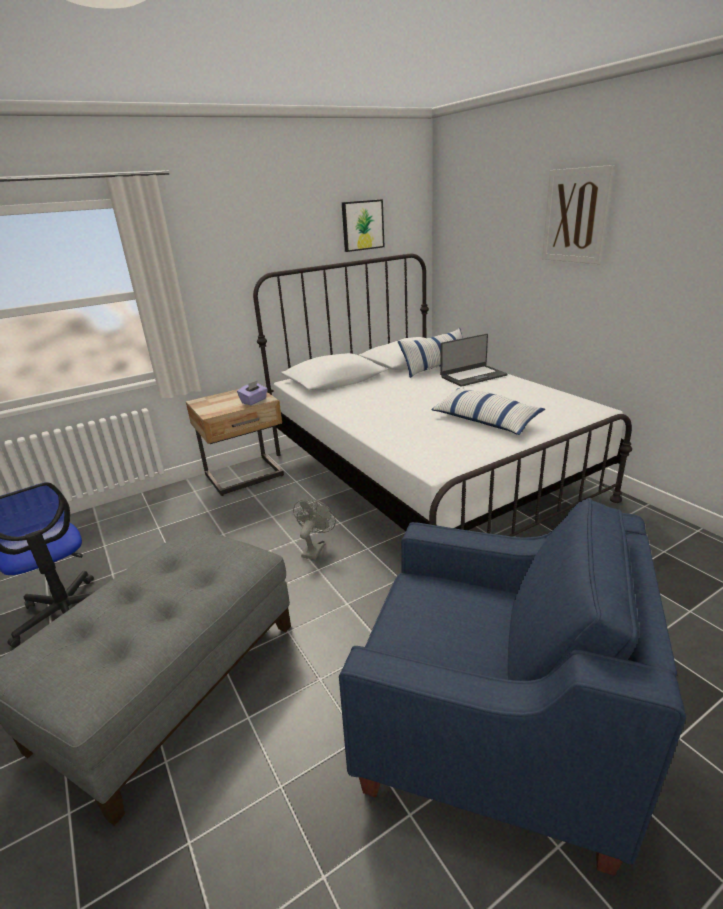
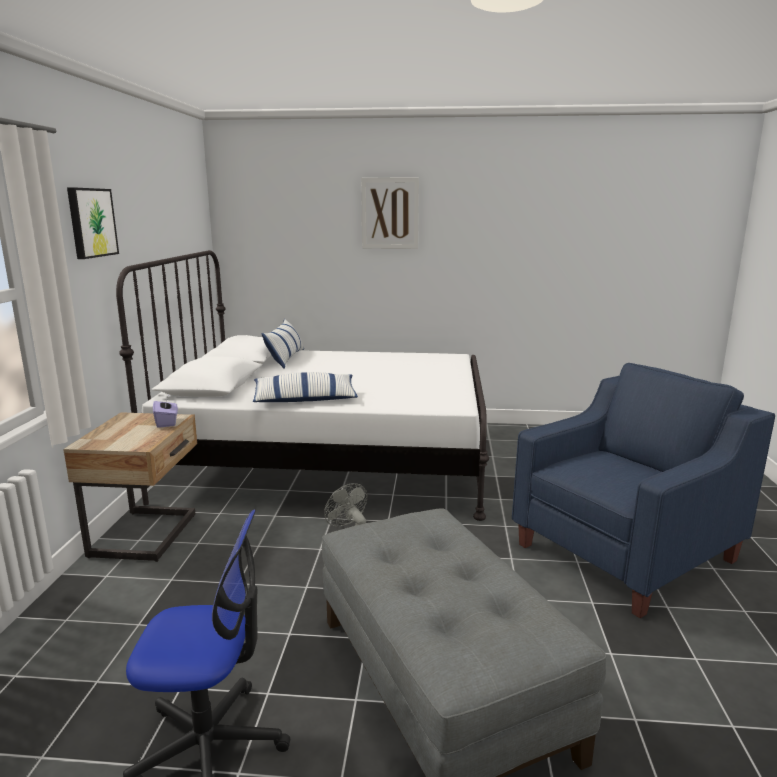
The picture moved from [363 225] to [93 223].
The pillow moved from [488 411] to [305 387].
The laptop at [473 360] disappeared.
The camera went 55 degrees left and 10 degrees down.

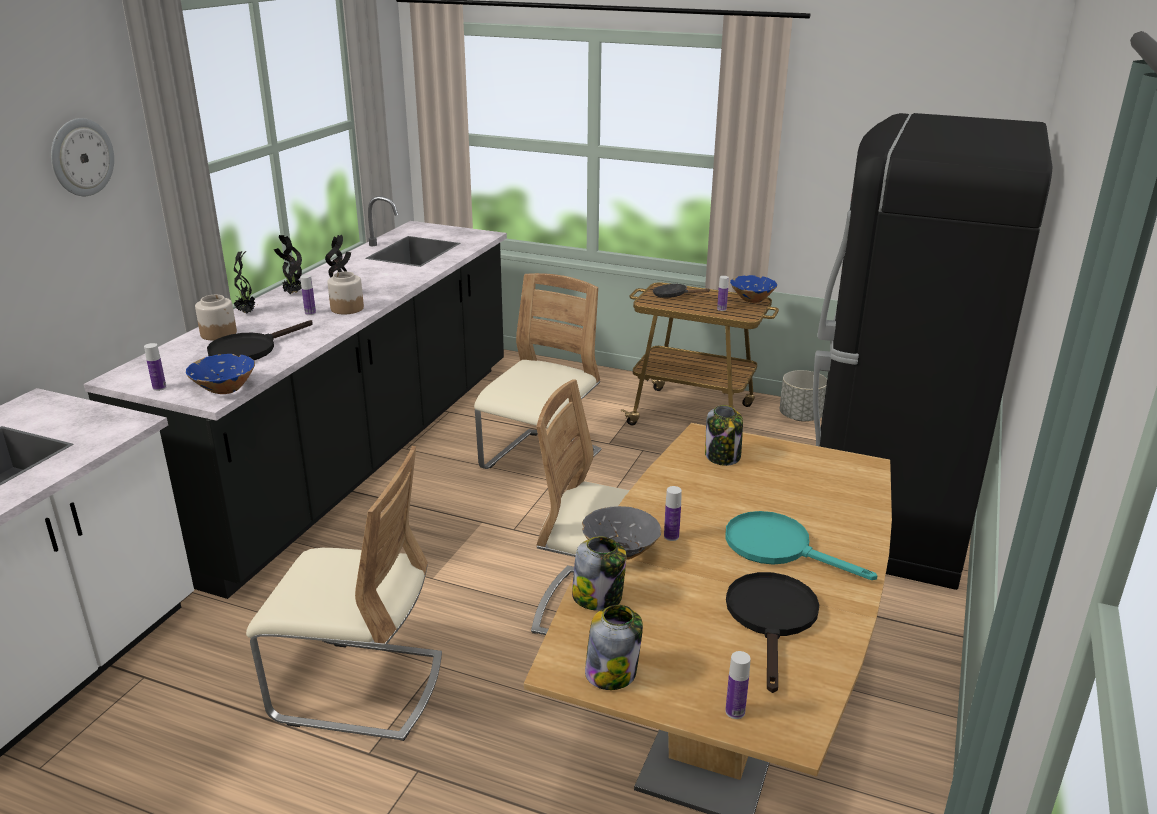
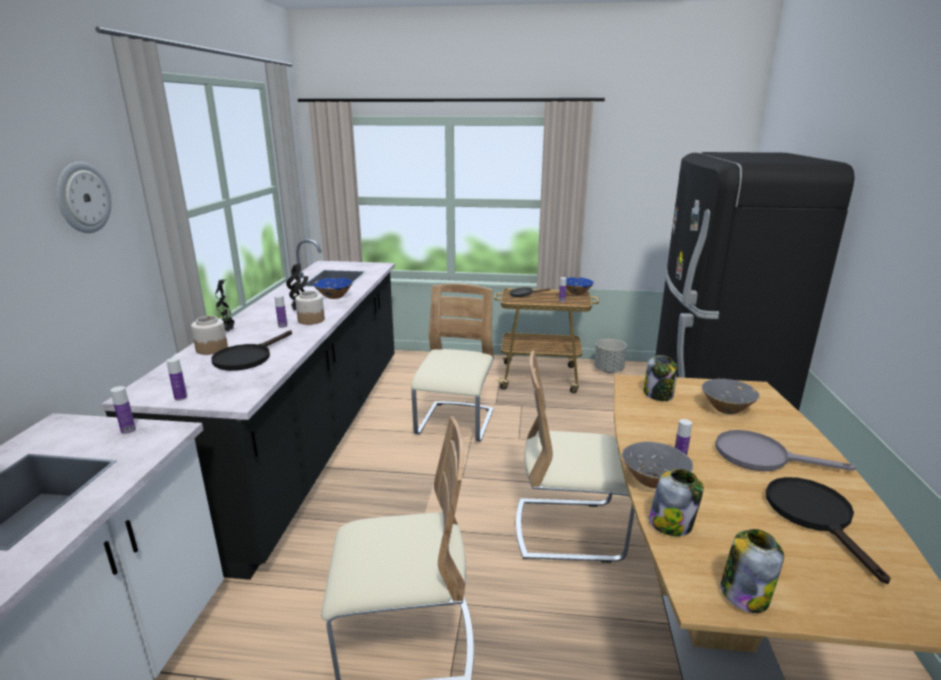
The bottle moved from [738 685] to [123 410].
The bowl (blue) moved from [220 374] to [332 288].
The bowl (grey) at [731 396] appeared.
The frying pan (turquoise) at [801 545] became the frying pan (grey) at [785 450].
The potted plant at [288 264] disappeared.
The camera went 15 degrees left and 5 degrees down.

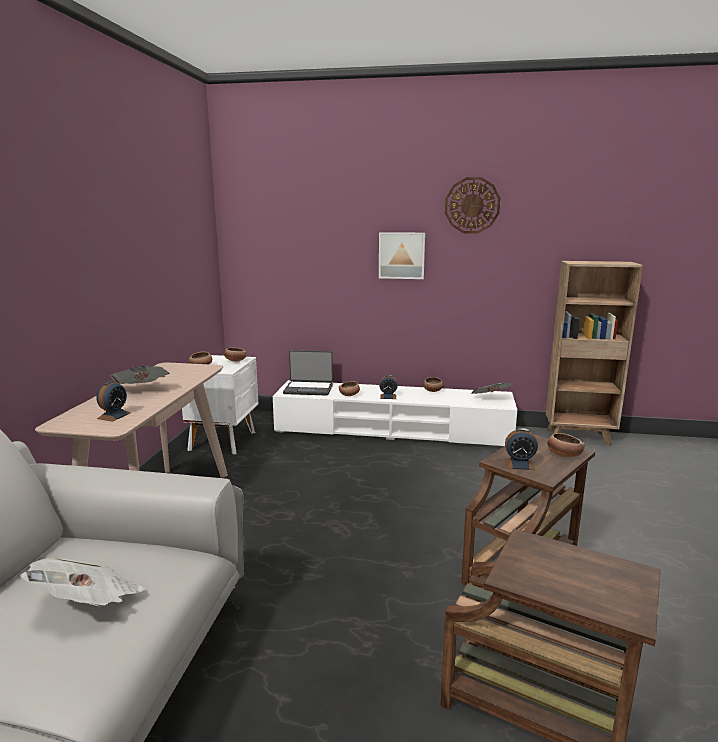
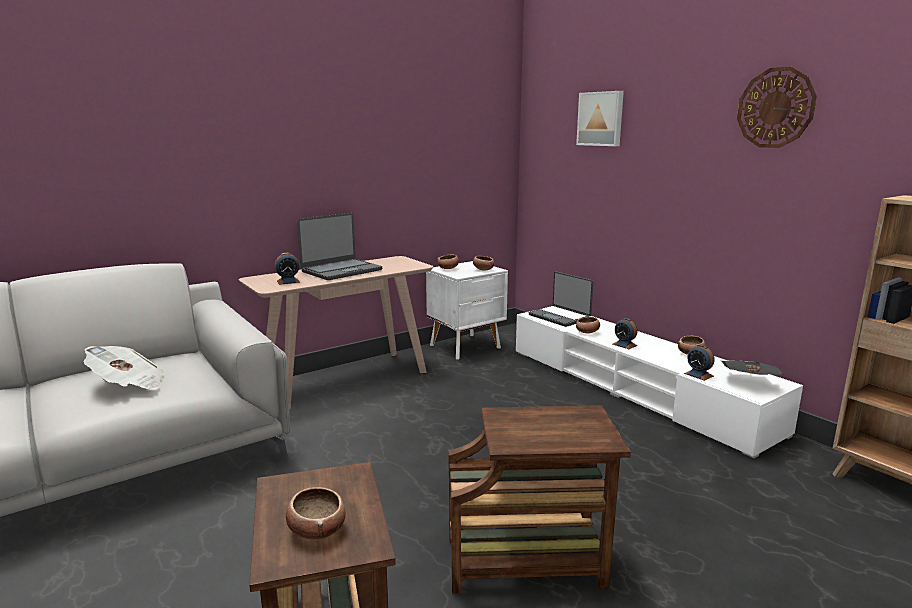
The bowl moved from [566 445] to [316 513].
The newspaper at [139 375] was replaced by the laptop at [339 246].
The picture moved from [402 255] to [600 118].
The alarm clock moved from [521 449] to [699 362].
The camera went 45 degrees right and 0 degrees up.

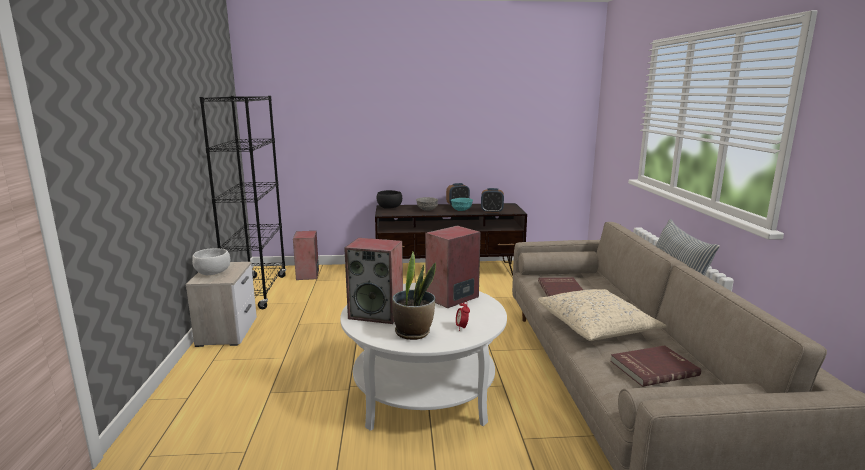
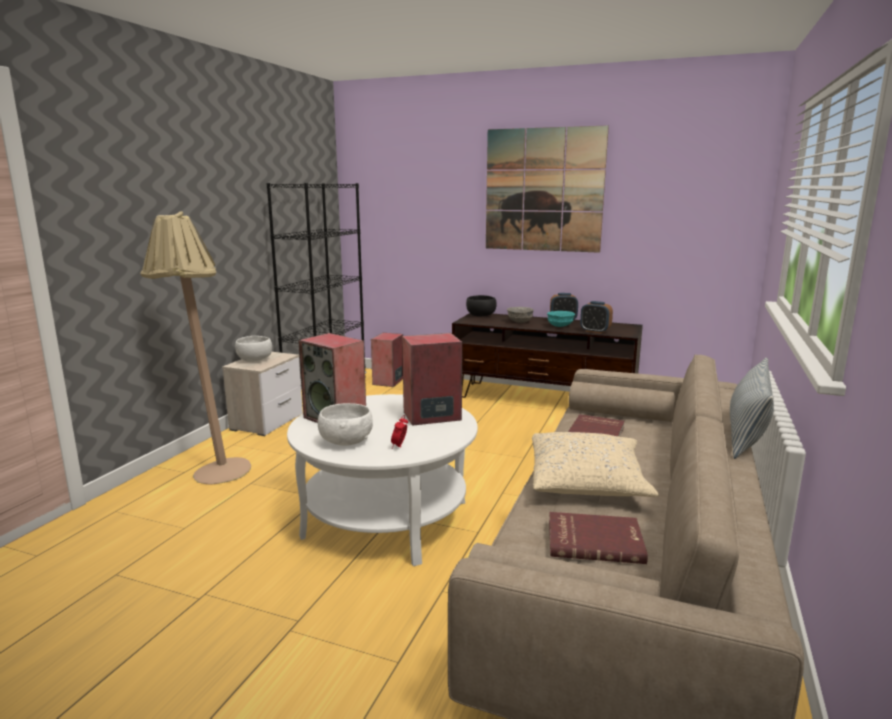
The floor lamp (beige) at [195 347] appeared.
The potted plant at [414 296] was replaced by the bowl (white) at [345 424].
The picture at [547 189] appeared.
The camera went 25 degrees right and 0 degrees up.

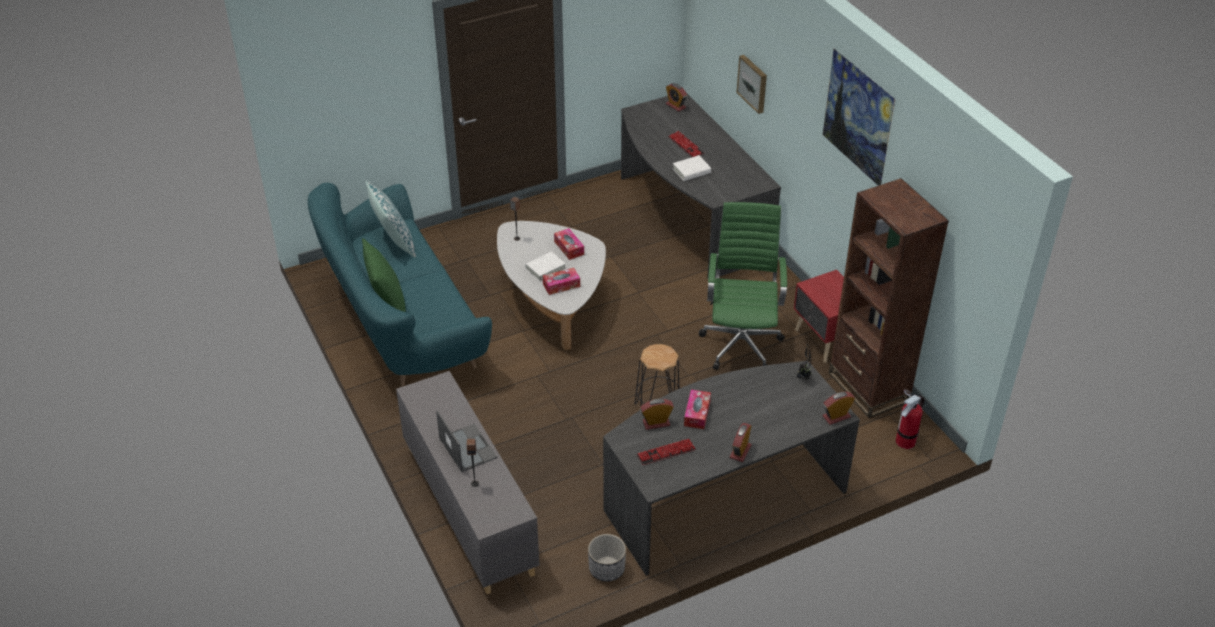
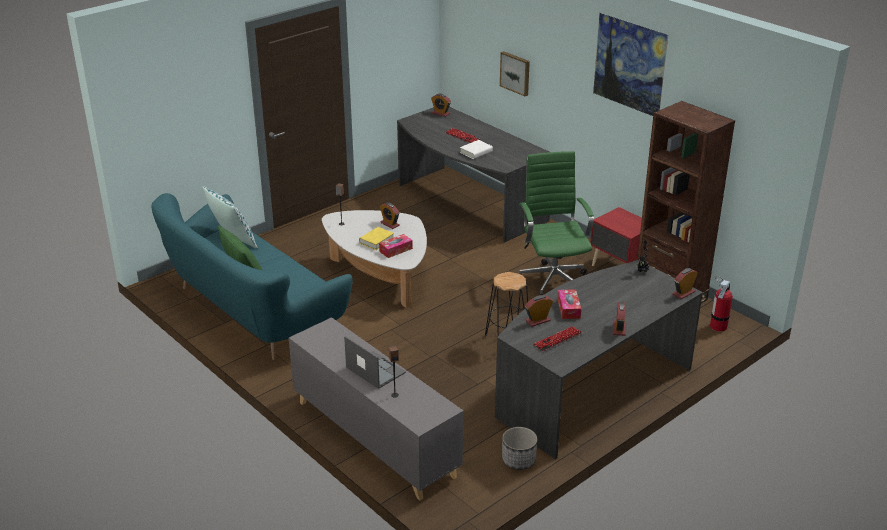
The book (white) at [545 267] became the book (yellow) at [376 238].
The tissue box at [569 244] was replaced by the alarm clock at [390 215].
The camera went 15 degrees left and 10 degrees down.

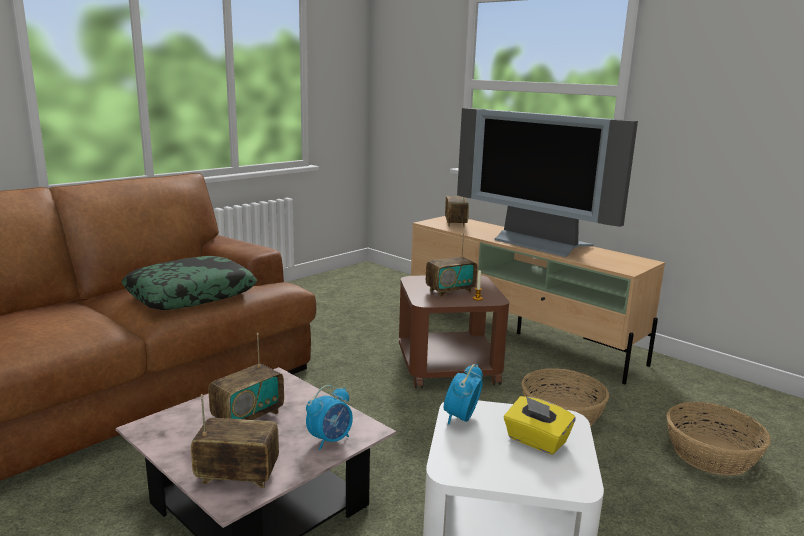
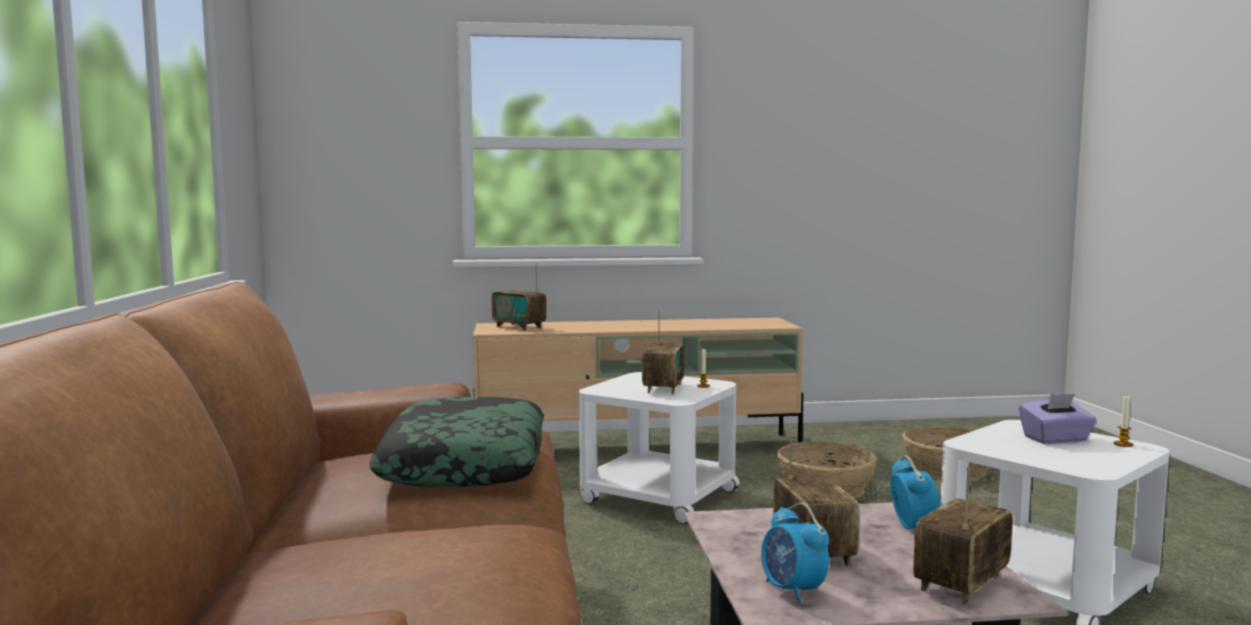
The side table (brown) at [454 332] became the side table (white) at [659 448].
The alarm clock moved from [463 394] to [795 553].
The tissue box (yellow) at [539 425] became the tissue box (purple) at [1057 419].
The candle at [1123 421] appeared.
The television at [547 182] disappeared.
The camera went 50 degrees left and 10 degrees down.

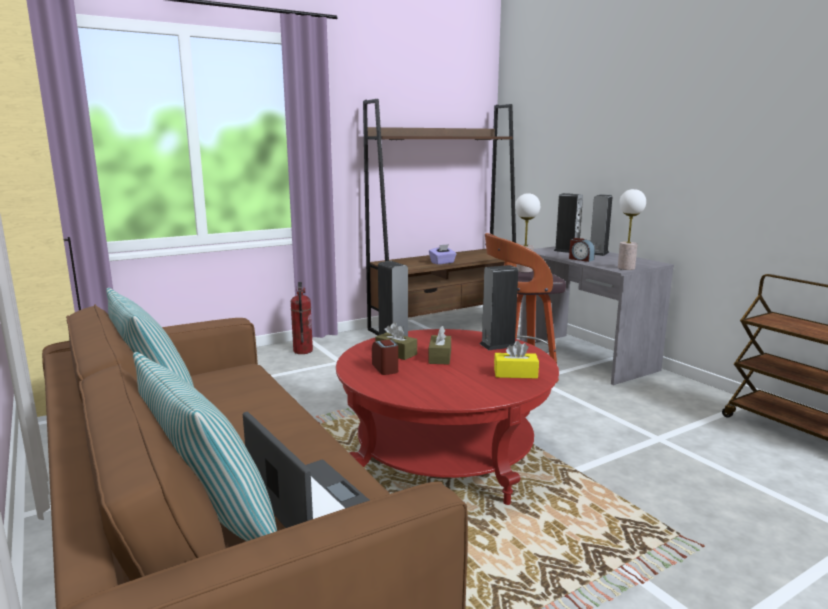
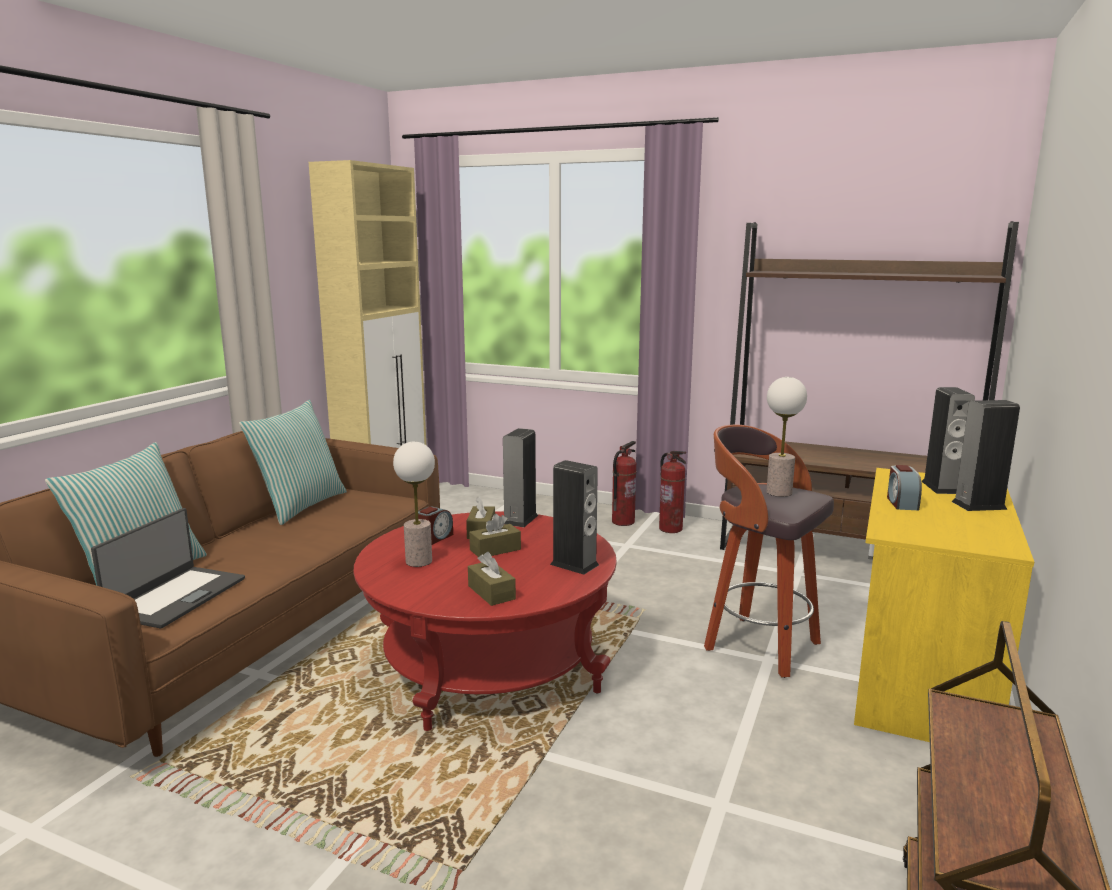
The table lamp moved from [632 229] to [414 504].
The tissue box (yellow) at [516 360] became the tissue box (brown) at [492 579].
The fire extinguisher at [672 492] appeared.
The desk (grey) at [597 315] became the desk (yellow) at [944 605].
The tissue box (purple) at [442 254] disappeared.
The camera went 55 degrees right and 0 degrees up.

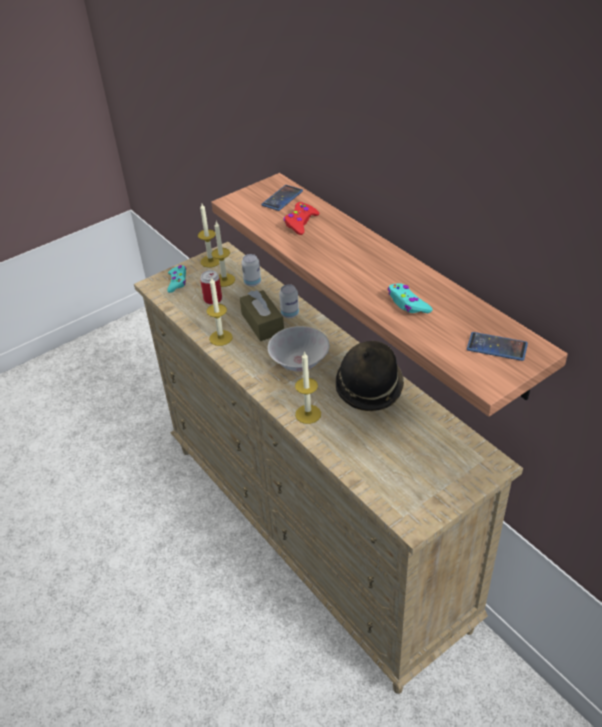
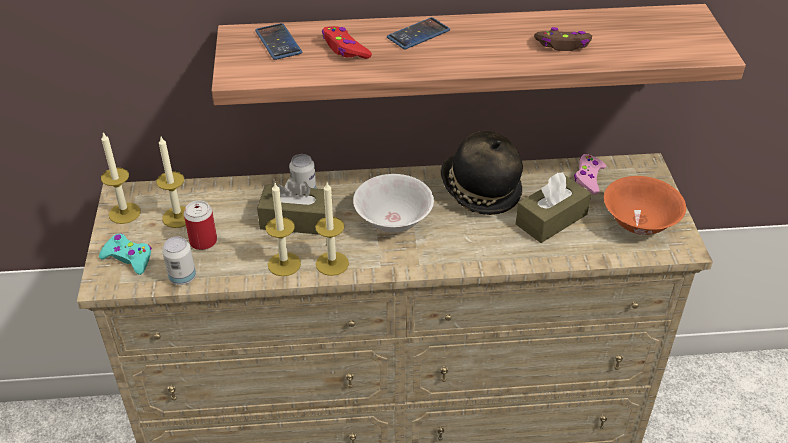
The can moved from [251 270] to [179 260].
The candle moved from [308 387] to [332 229].
The phone moved from [497 346] to [418 33].
The tissue box (brown) at [553 207] appeared.
The game controller (turquoise) at [410 298] became the game controller (brown) at [563 39].
The game controller (pink) at [590 174] appeared.
The bowl (orange) at [645 205] appeared.
The camera went 60 degrees left and 0 degrees up.

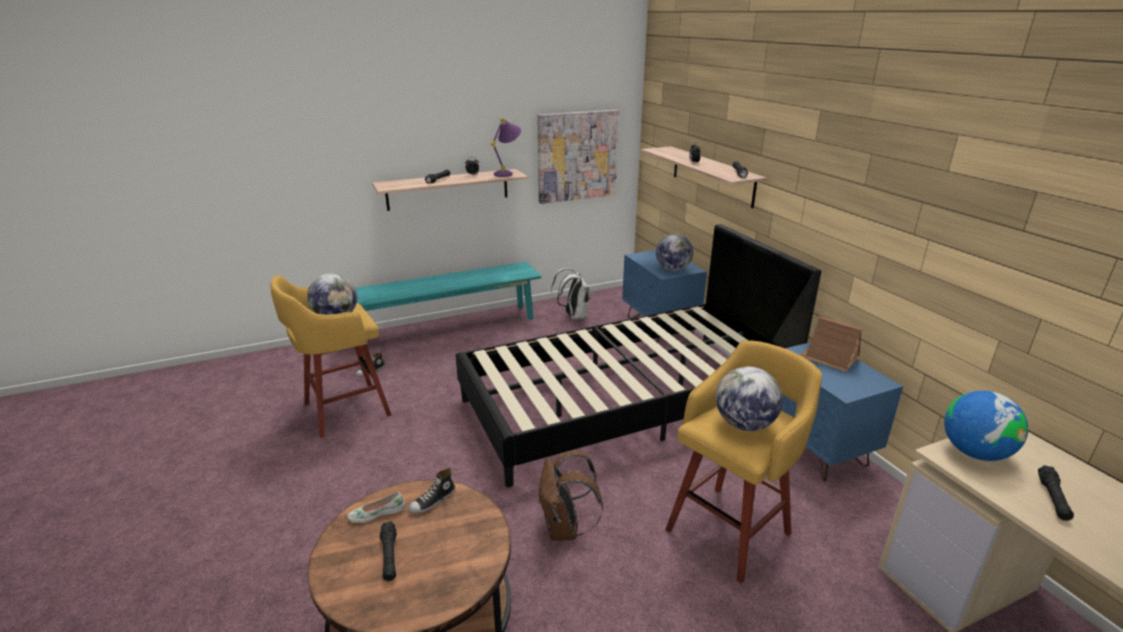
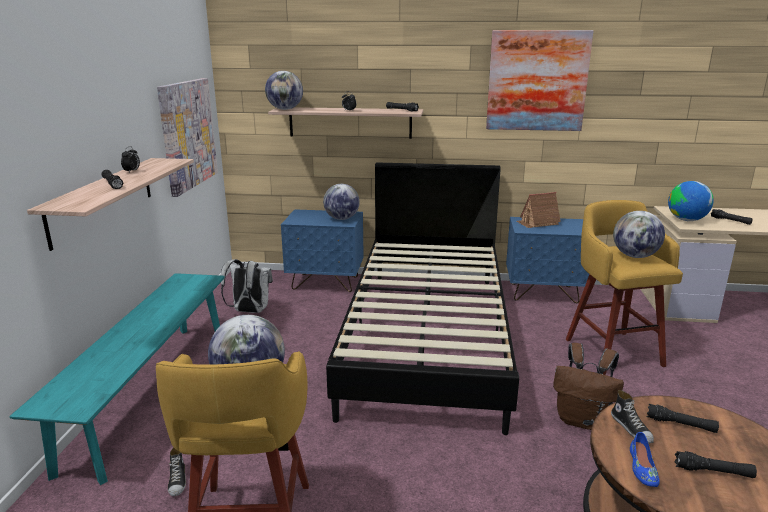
The globe at [284 90] appeared.
The picture at [539 80] appeared.
The shoe (white) at [376 507] became the shoe (blue) at [645 459].
The flashlight (black) at [683 418] appeared.
The table lamp (purple) at [506 147] disappeared.
The camera went 60 degrees left and 5 degrees down.

